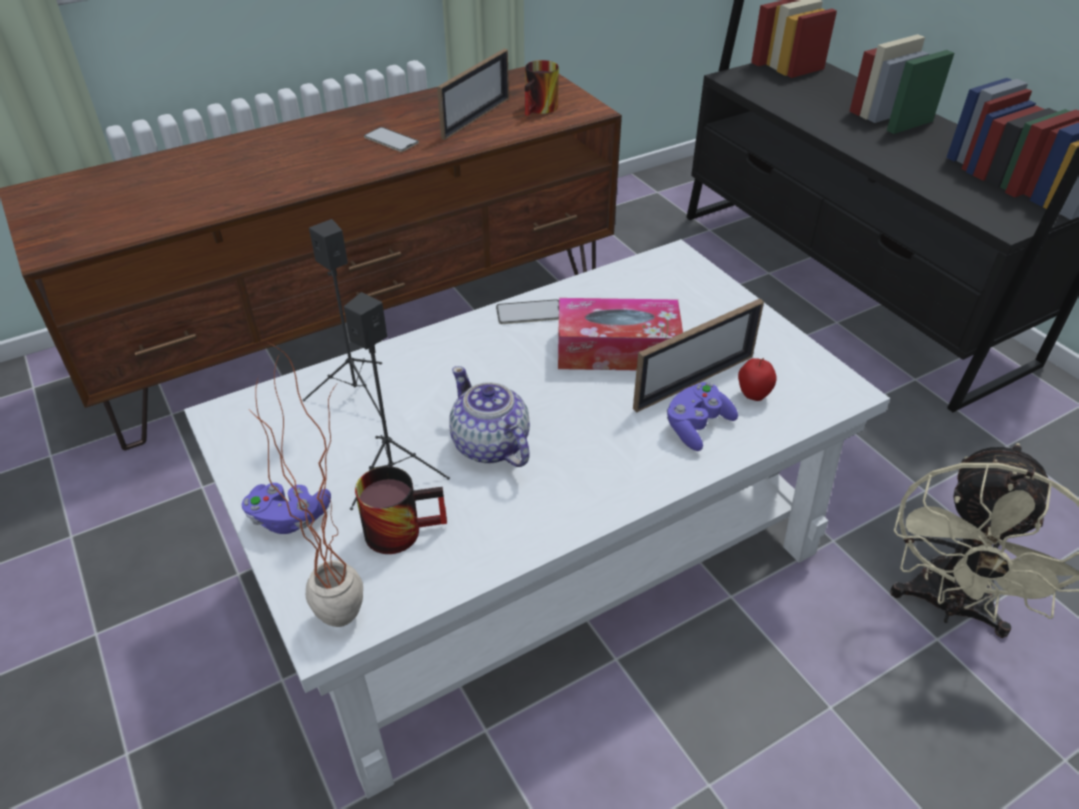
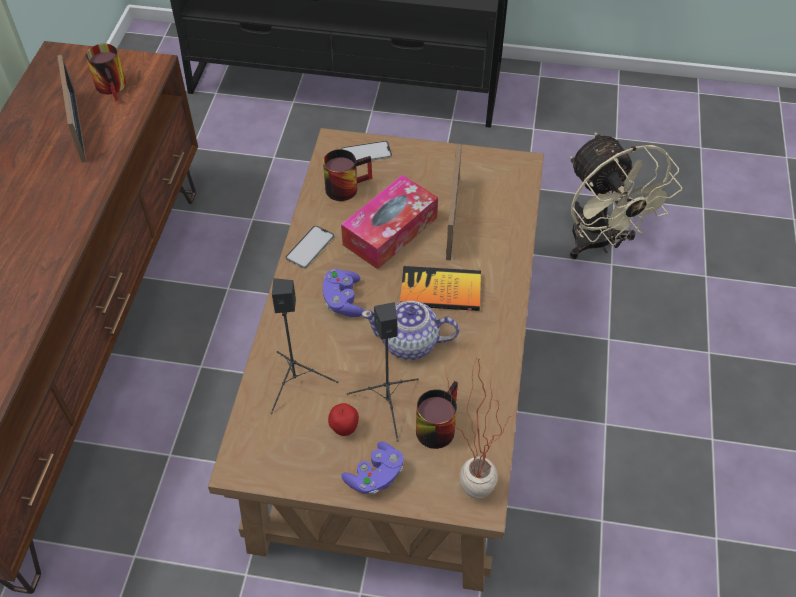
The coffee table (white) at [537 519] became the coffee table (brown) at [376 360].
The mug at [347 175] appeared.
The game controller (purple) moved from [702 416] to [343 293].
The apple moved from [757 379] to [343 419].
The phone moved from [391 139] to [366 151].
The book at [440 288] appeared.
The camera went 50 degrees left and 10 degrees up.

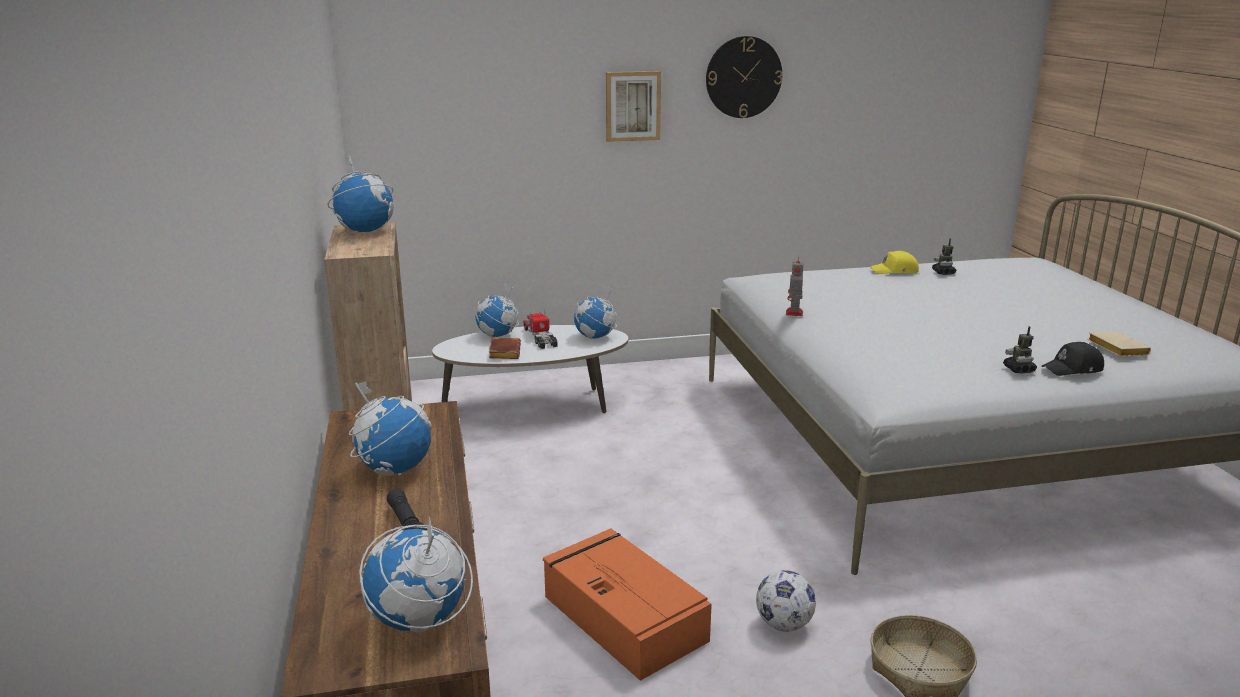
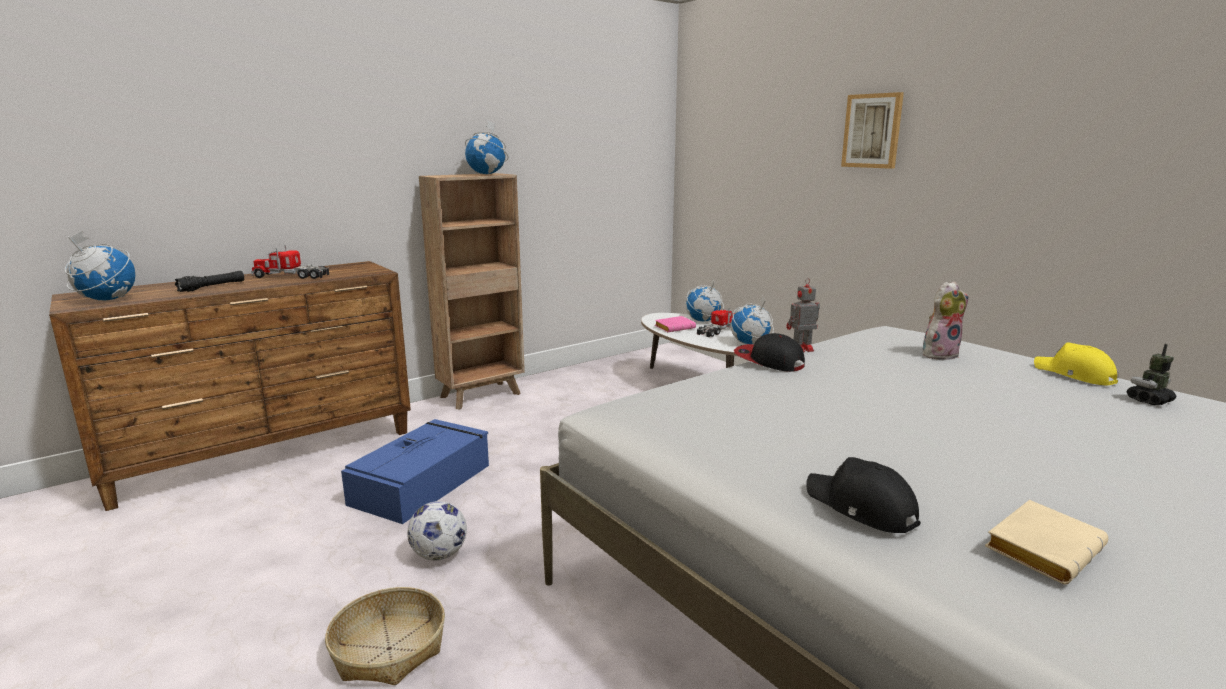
The globe at [390 428] was replaced by the toy truck at [290 262].
The storage box (orange) at [627 604] became the storage box (blue) at [415 471].
The book (brown) at [505 348] became the book (pink) at [675 324].
The cap at [769 352] appeared.
The plush toy at [945 320] appeared.
The wall clock at [744 77] disappeared.
The toy robot at [1020 350] disappeared.
The camera went 65 degrees right and 5 degrees down.

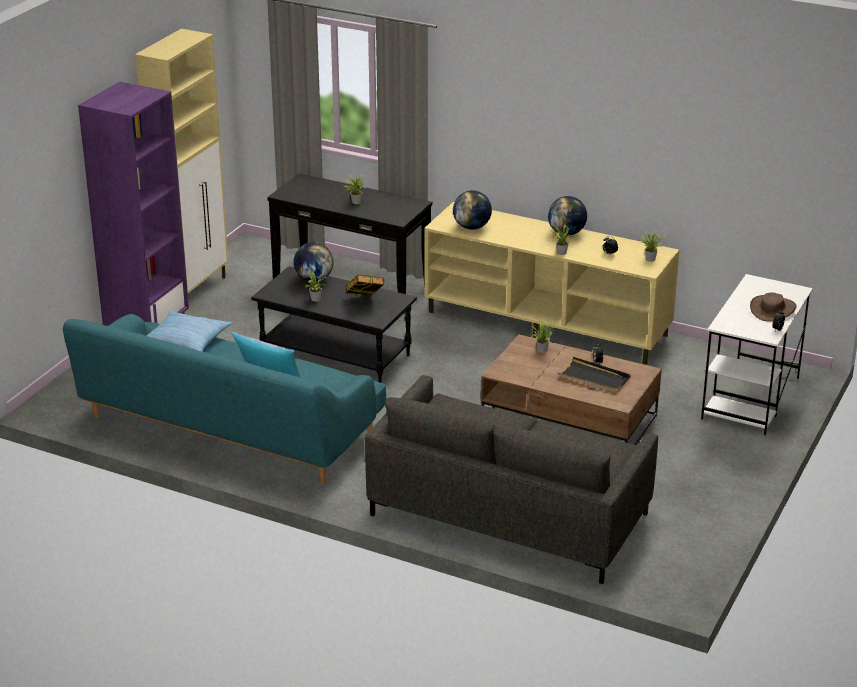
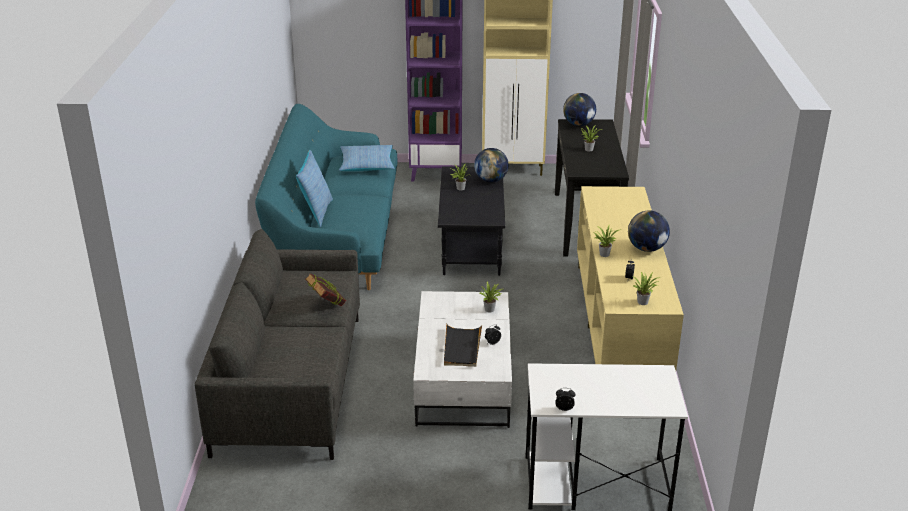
The book moved from [365 285] to [325 289].
The coffee table (brown) at [571 389] became the coffee table (white) at [462 359].
The globe moved from [472 210] to [579 109].
The hat (brown) at [773 307] disappeared.
The camera went 65 degrees right and 0 degrees up.

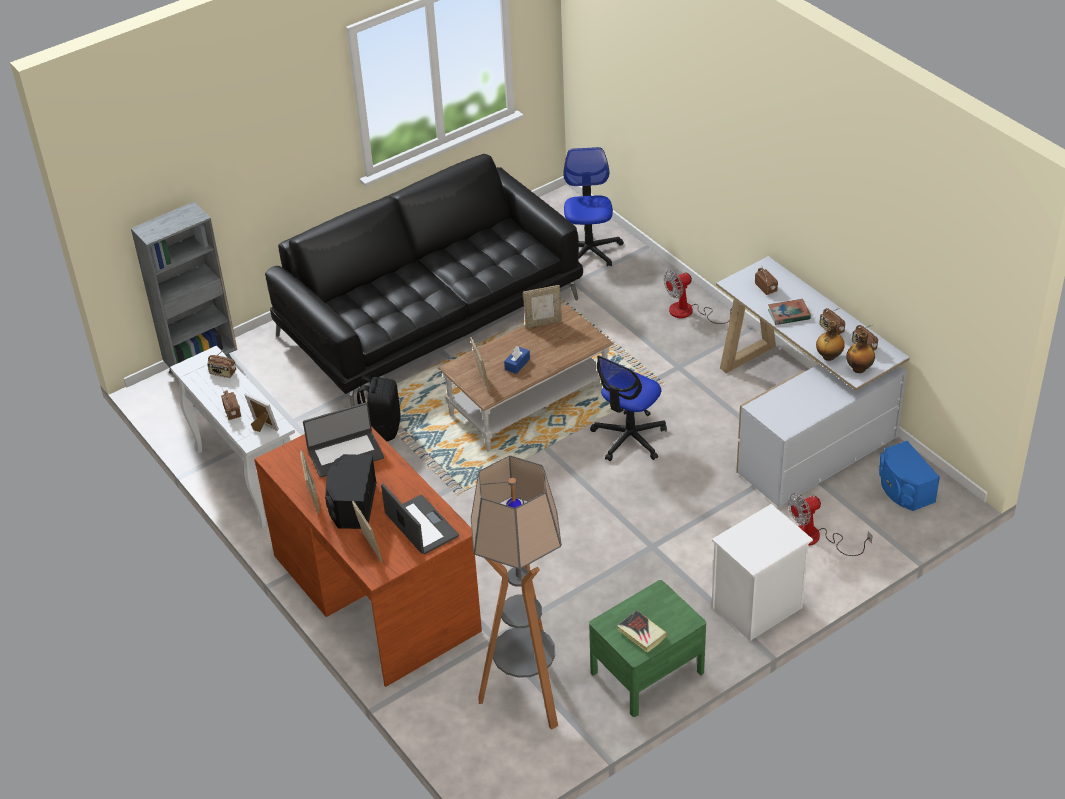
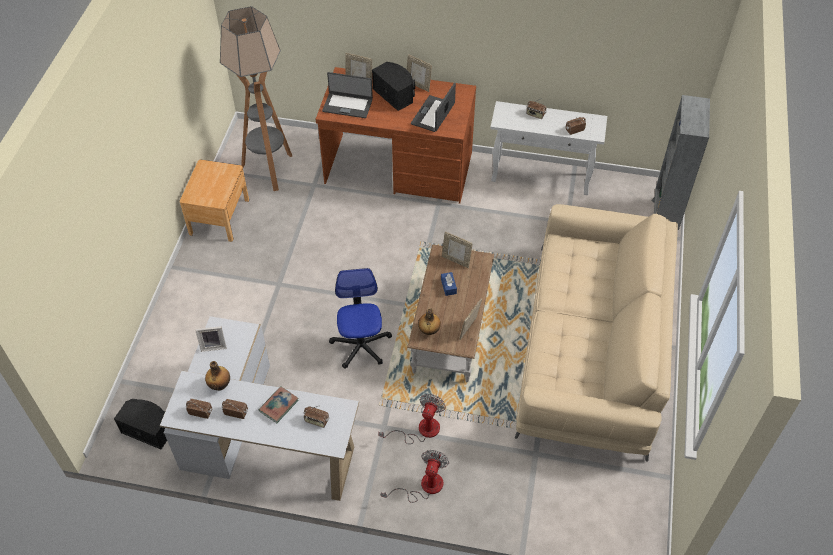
The speaker (blue) at [909 476] became the speaker (black) at [140 424].
The nightstand (green) at [647 648] became the nightstand (brown) at [214 201].
The picture frame moved from [262 412] to [211 339].
The fan moved from [830 524] to [412 419].
The bottle moved from [860 352] to [429 321].
The sofa (black) at [424 280] became the sofa (beige) at [596 333].
The backpack (black) at [379 408] disappeared.
The office chair at [593 206] disappeared.
The book at [642 631] disappeared.
The nightstand (white) at [762 572] disappeared.
The camera went 135 degrees right and 10 degrees up.

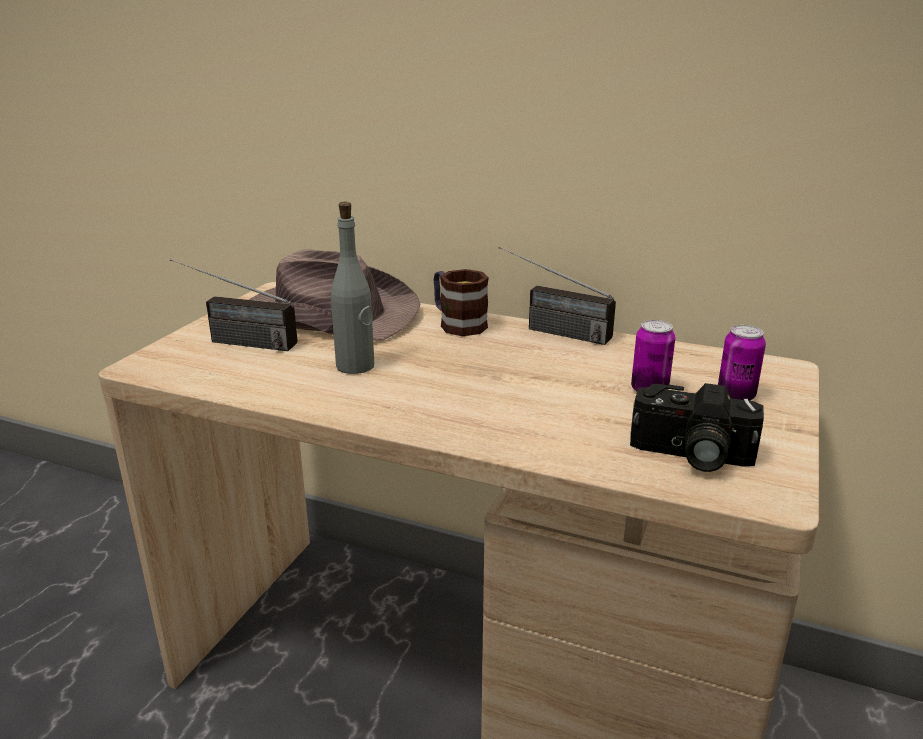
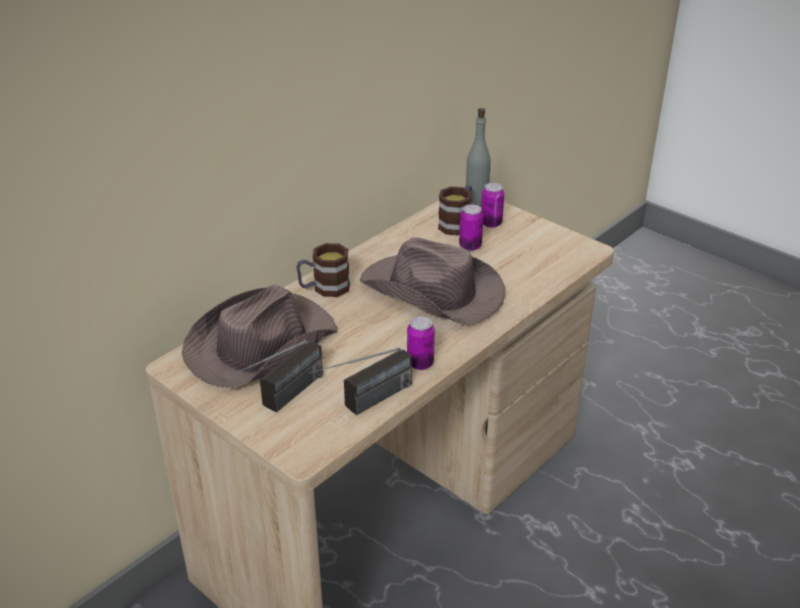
The radio moved from [557 296] to [361 381].
The hat (brown) at [432 282] appeared.
The can at [421 343] appeared.
The mug at [455 211] appeared.
The bottle (grey) moved from [352 288] to [478 157].
The photo camera at [697 427] disappeared.
The camera went 70 degrees left and 10 degrees up.

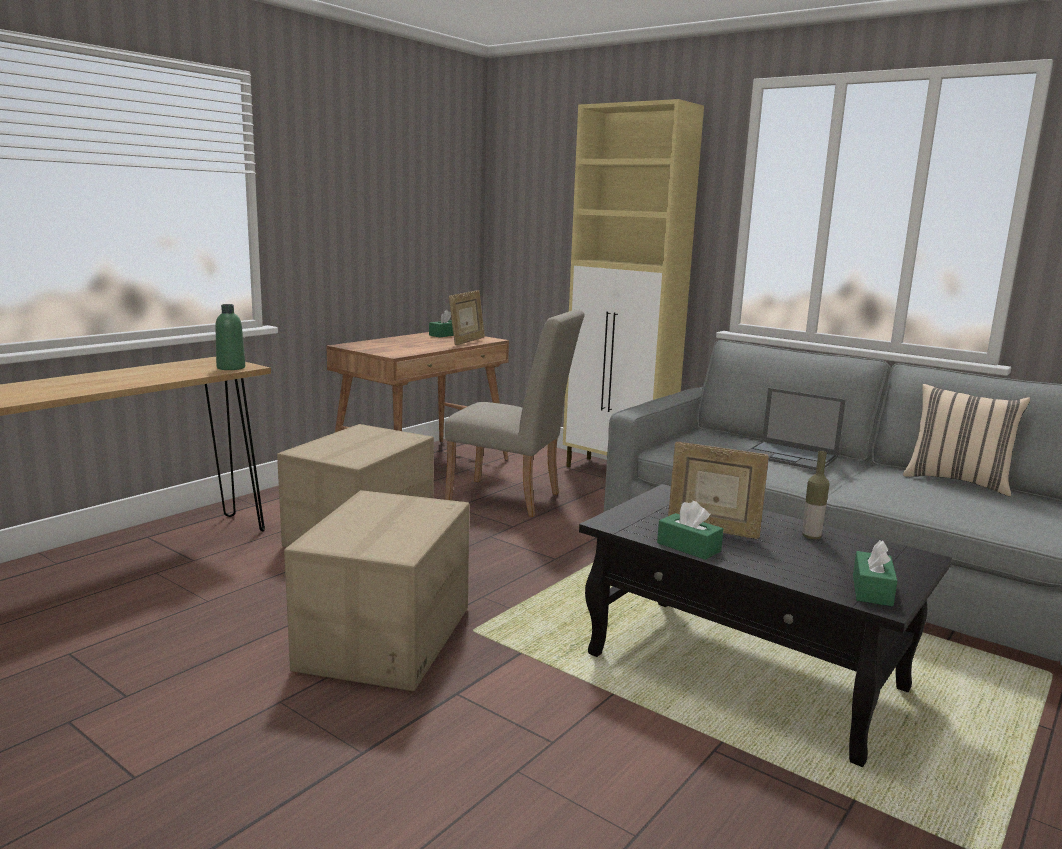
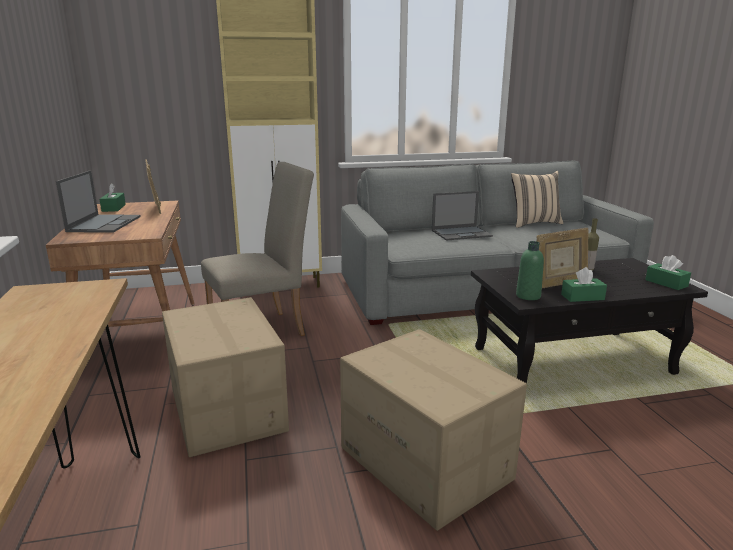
The laptop at [98 201] appeared.
The bottle (green) moved from [230 337] to [530 270].
The camera went 50 degrees left and 5 degrees up.

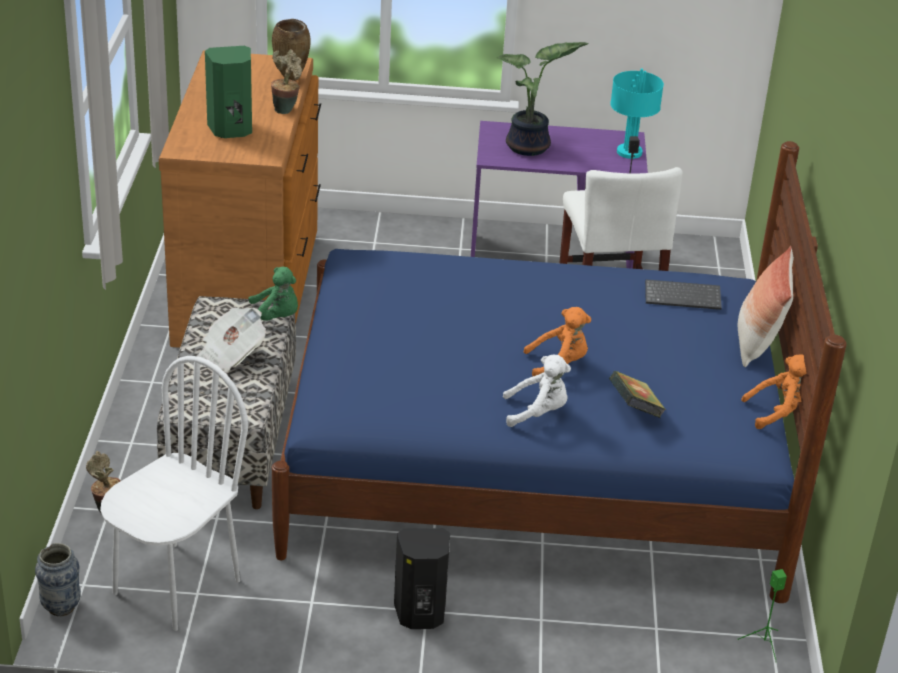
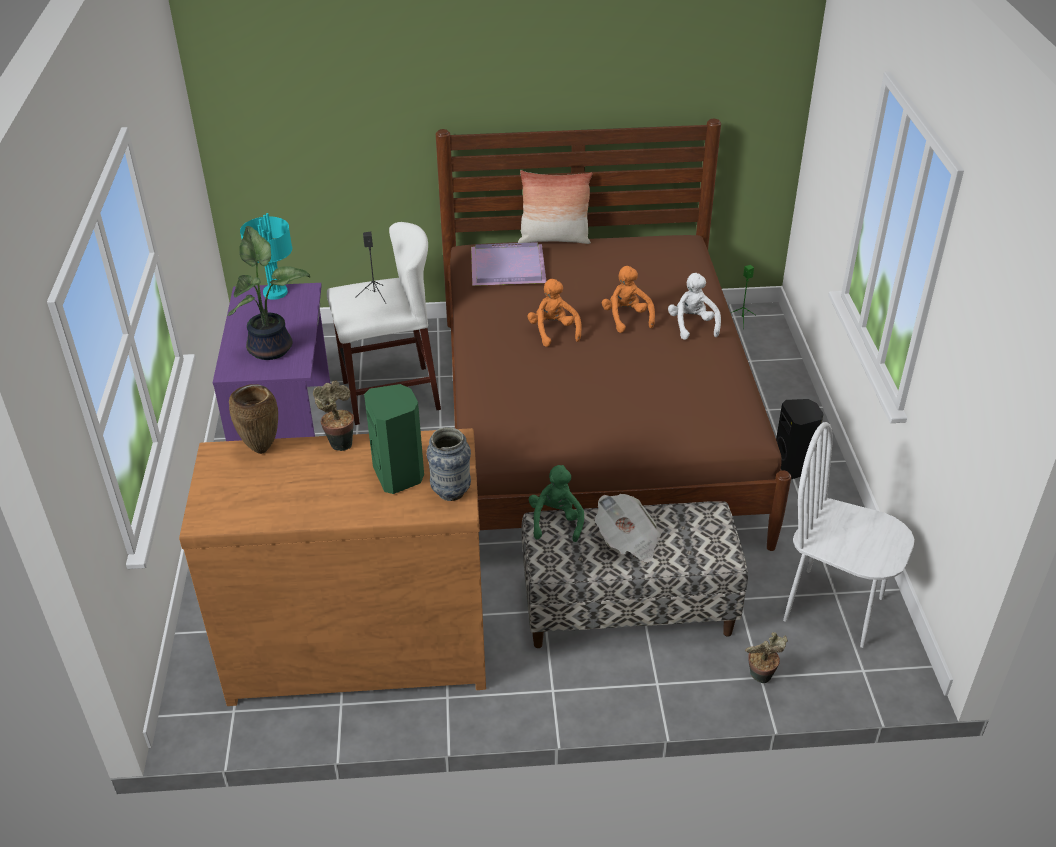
The vase moved from [58 579] to [448 464].
The bed (blue) at [559 372] became the bed (brown) at [613 335].
The keyboard at [683 295] was replaced by the tray (purple) at [509 264].
The plush toy (orange) moved from [774 392] to [554 313].
The book at [637 394] disappeared.
The camera went 95 degrees left and 5 degrees up.

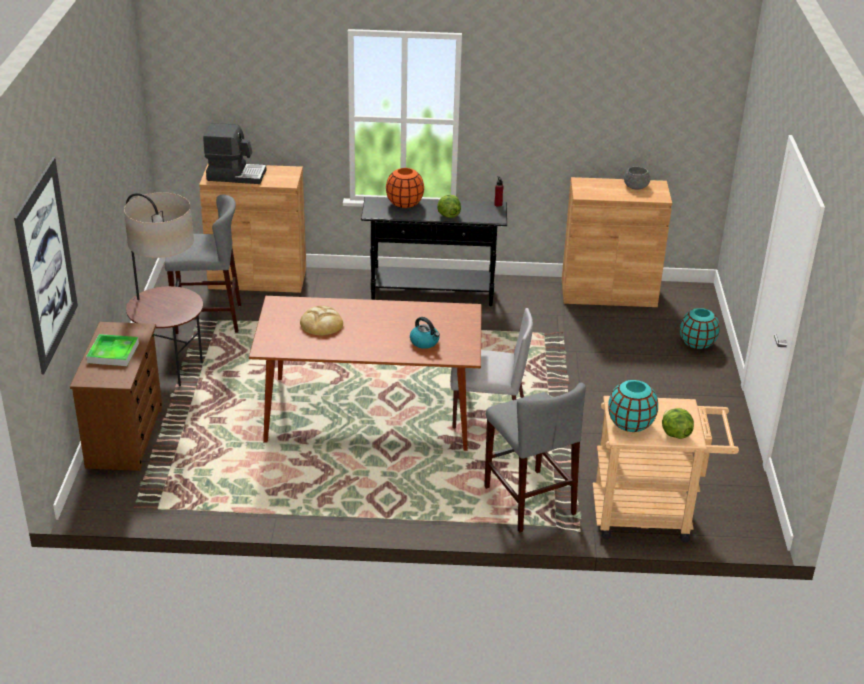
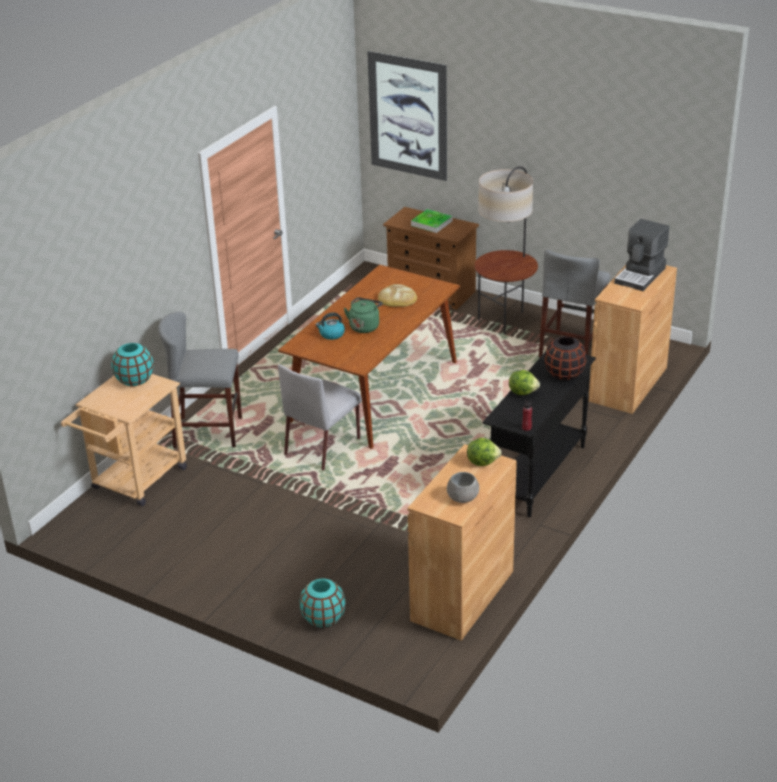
The kettle (green) at [363 315] appeared.
The lettuce moved from [678 423] to [484 452].
The vase (orange) at [405 188] became the vase (black) at [566 358].
The camera went 120 degrees right and 0 degrees up.

